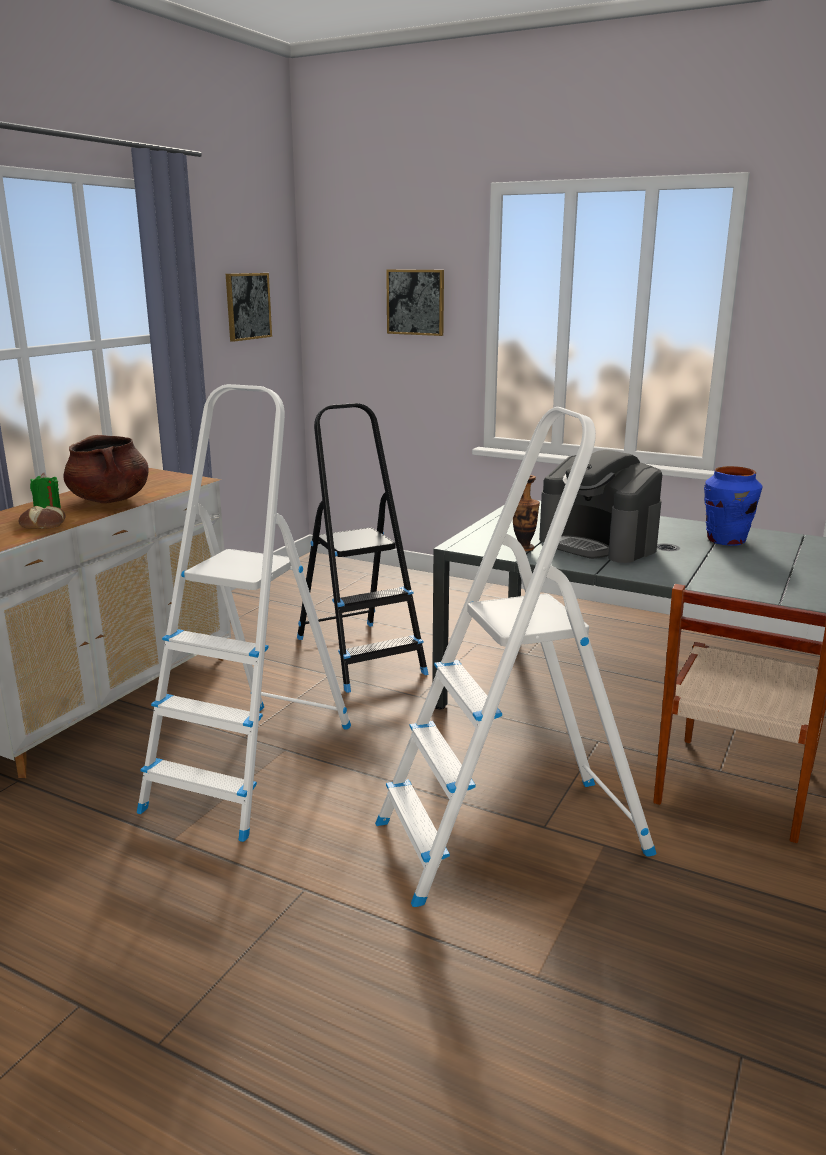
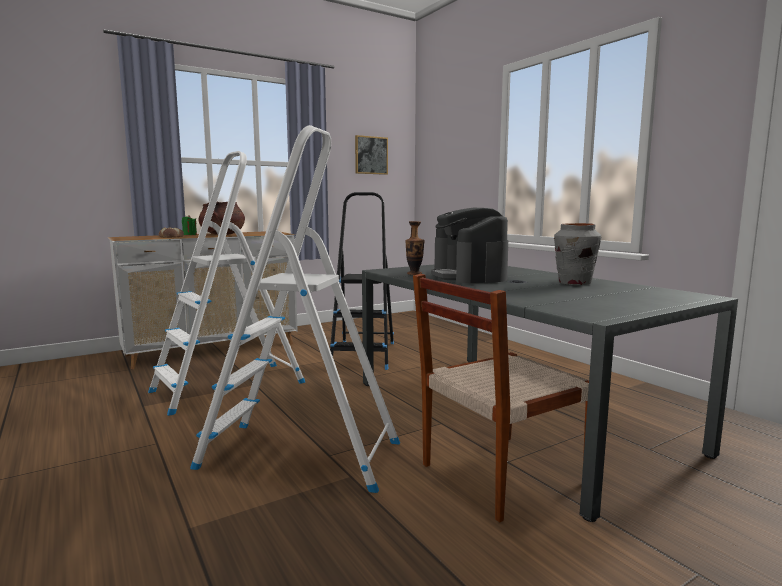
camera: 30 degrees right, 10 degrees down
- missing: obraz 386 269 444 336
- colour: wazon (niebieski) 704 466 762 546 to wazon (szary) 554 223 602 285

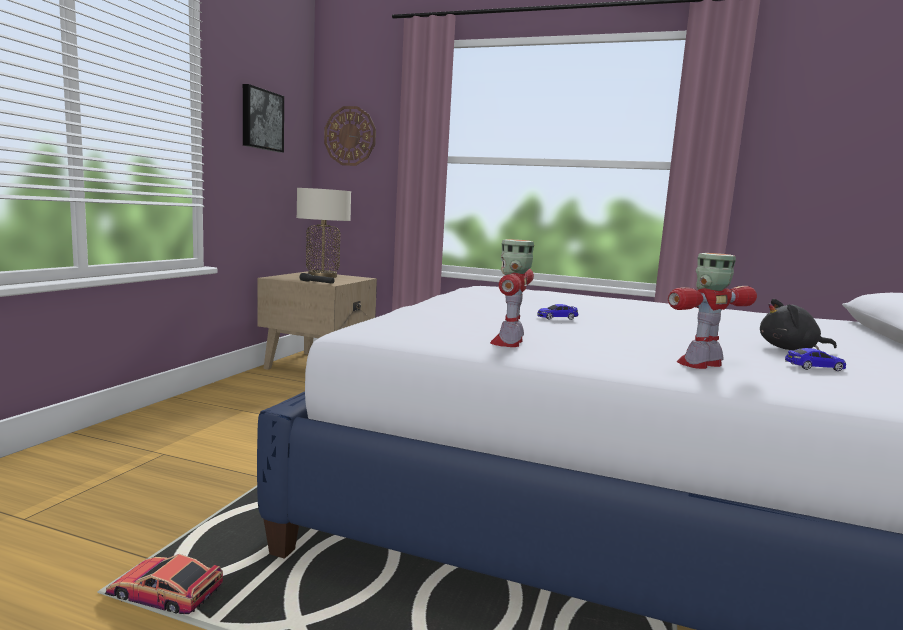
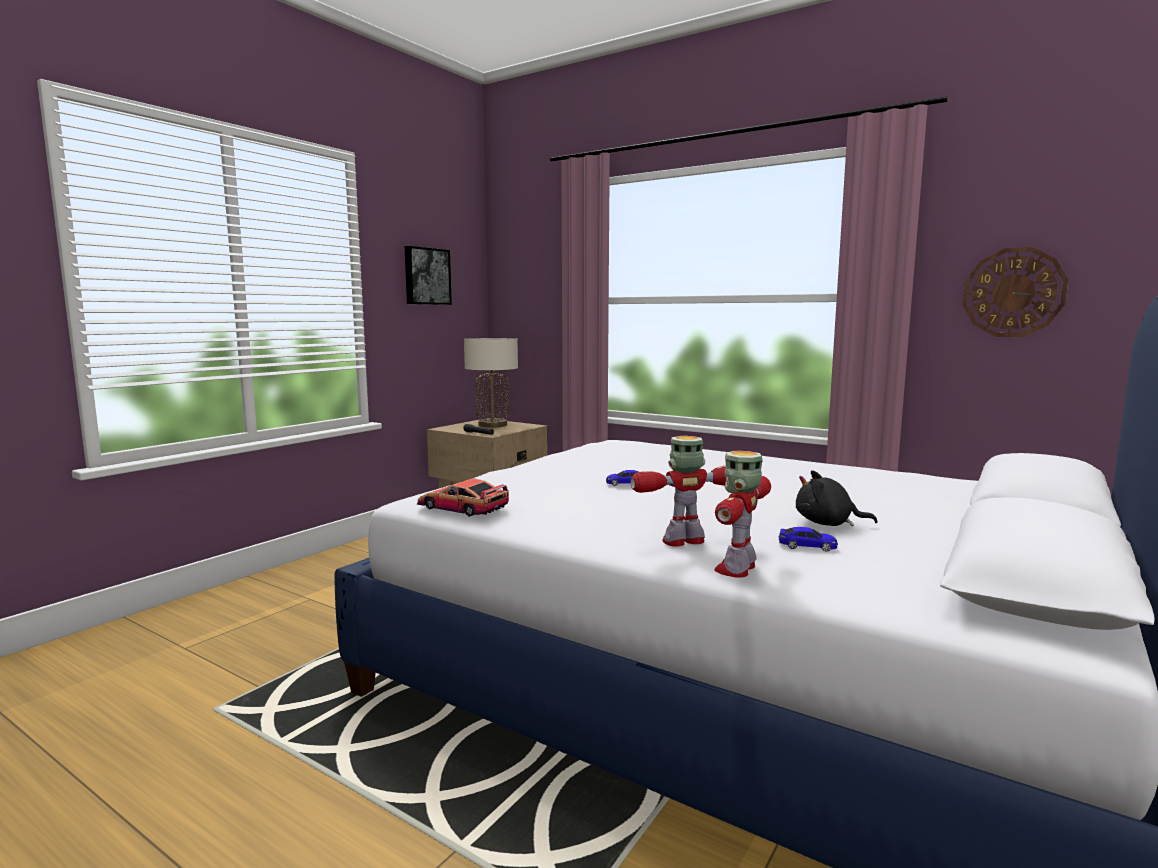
camera: 15 degrees right, 0 degrees up
- relocated: samochodzik 105 554 223 614 to 417 478 509 517
- relocated: zegar ścienny 324 106 376 166 to 963 247 1068 337
- relocated: robot zabawkowy 490 239 534 347 to 714 451 771 578

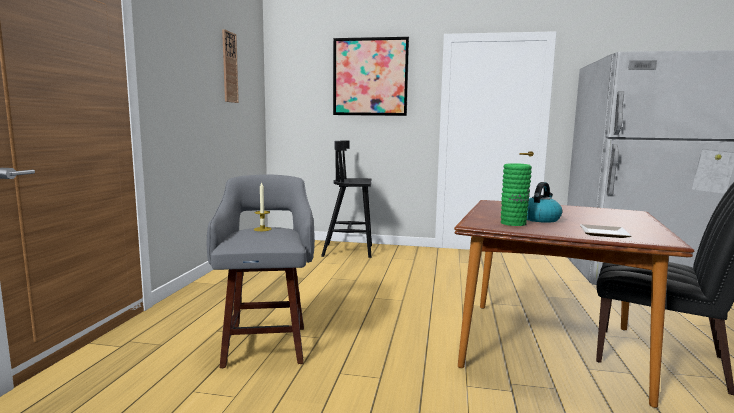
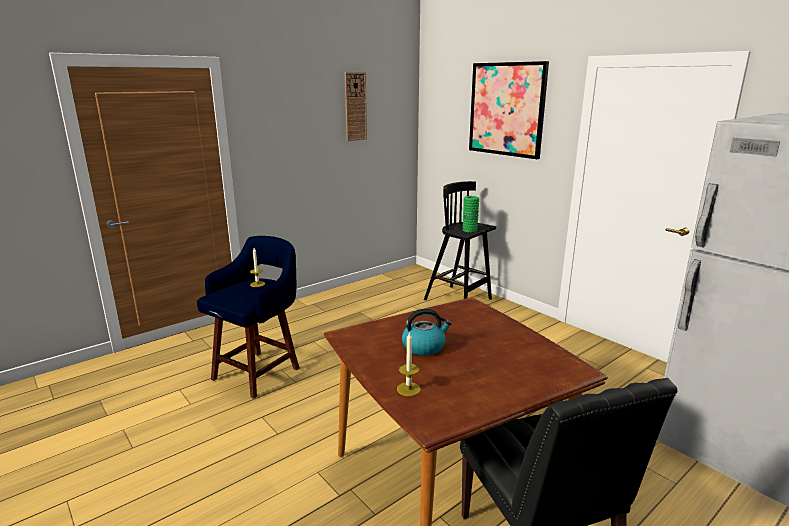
camera: 40 degrees right, 10 degrees up
- relocated: wazon (zielony) 501 163 532 226 to 463 196 479 232
- exchanged: talerz 580 224 632 238 to świeca 397 332 421 396
- colour: stołek (szary) 207 174 315 368 to stołek (niebieski) 197 236 300 399

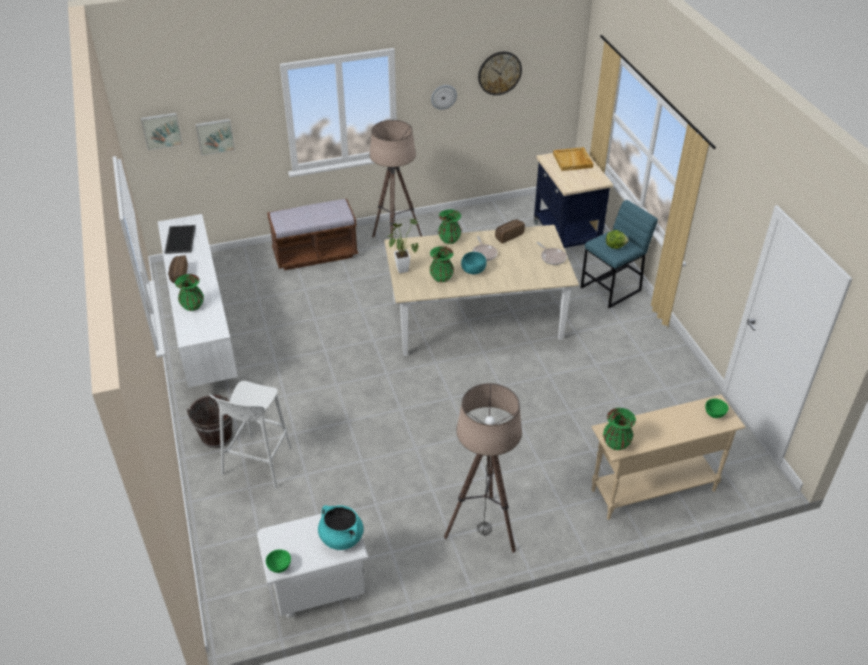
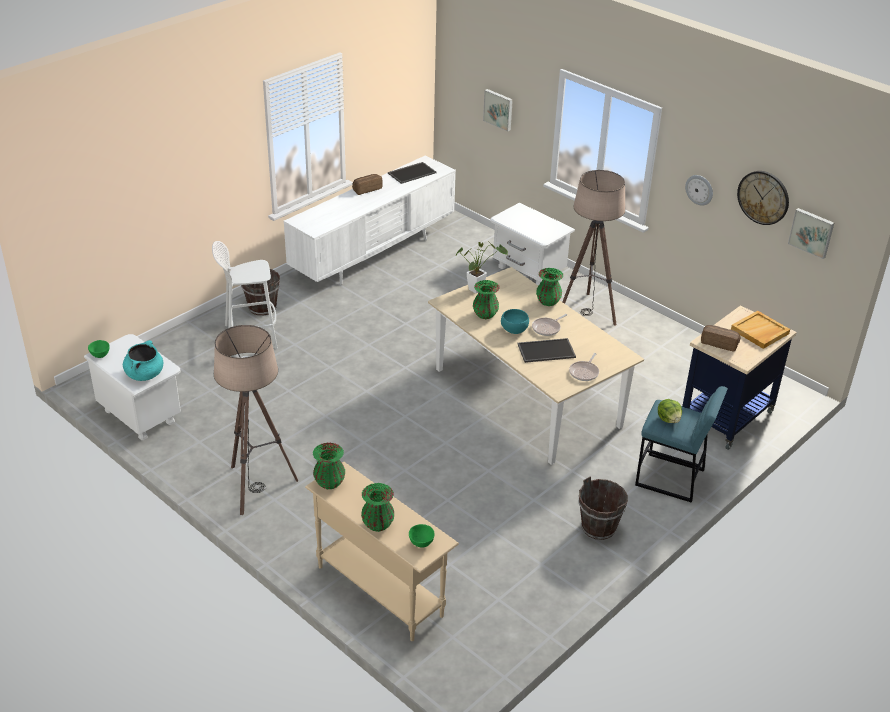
camera: 60 degrees right, 5 degrees down
- appeared: taca 517 338 576 363
- appeared: wiadro (brązowy) 579 476 628 540
- relocated: obraz 141 113 183 150 to 788 208 834 259
- relocated: wazon (zielony) 175 274 204 311 to 361 483 394 532
- relocated: chleb 495 219 525 243 to 701 325 741 352
- exchanged: ławka (brązowy) 267 199 358 270 to szafka nocna (biały) 491 203 575 286

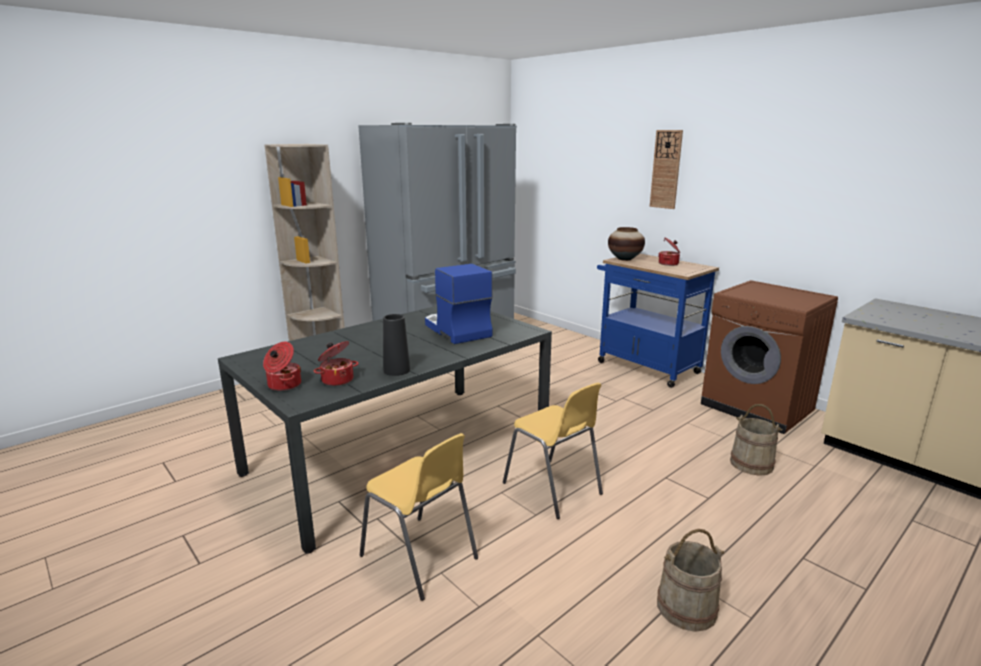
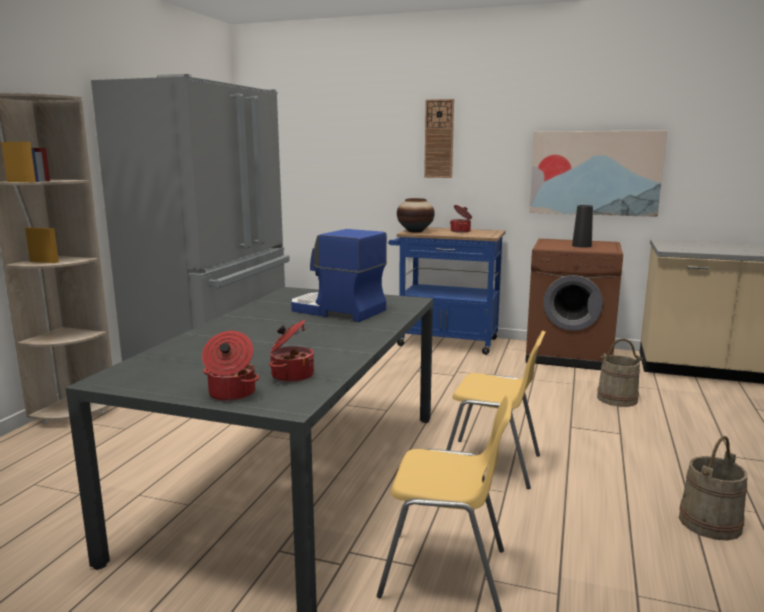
camera: 30 degrees left, 5 degrees down
- appeared: obraz 529 130 667 217
- relocated: wazon (czarny) 383 314 410 376 to 572 205 593 248

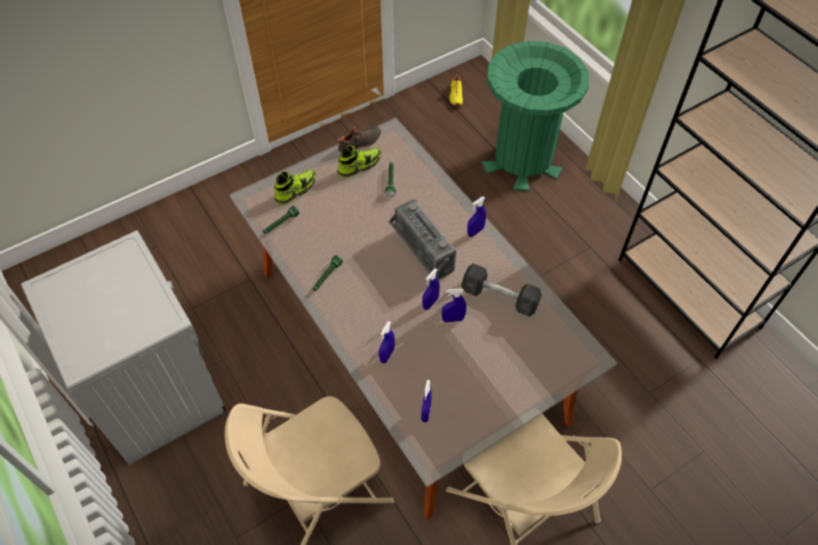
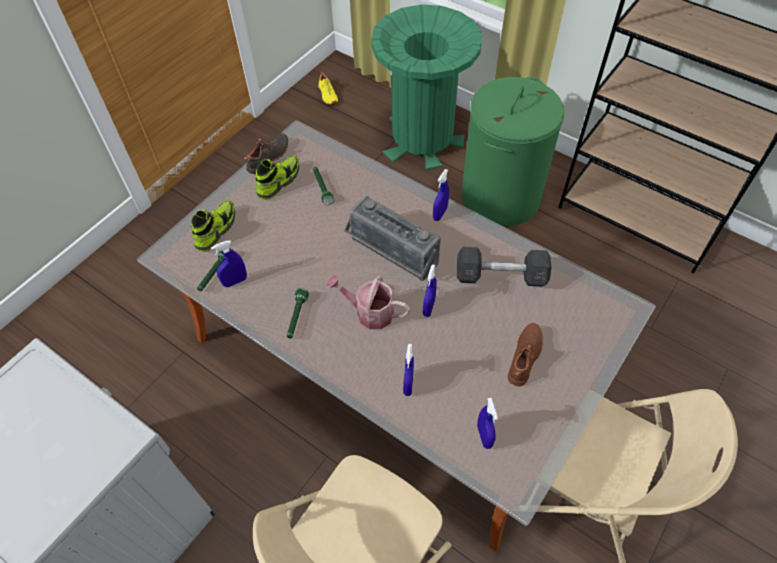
camera: 20 degrees left, 0 degrees up
- appeared: konewka 326 274 410 329
- appeared: kosz na pranie (zielony) 462 77 564 227
- appeared: but (brązowy) 507 323 543 386
- relocated: spryskiwacz (niebieski) 442 288 466 323 to 211 240 247 287

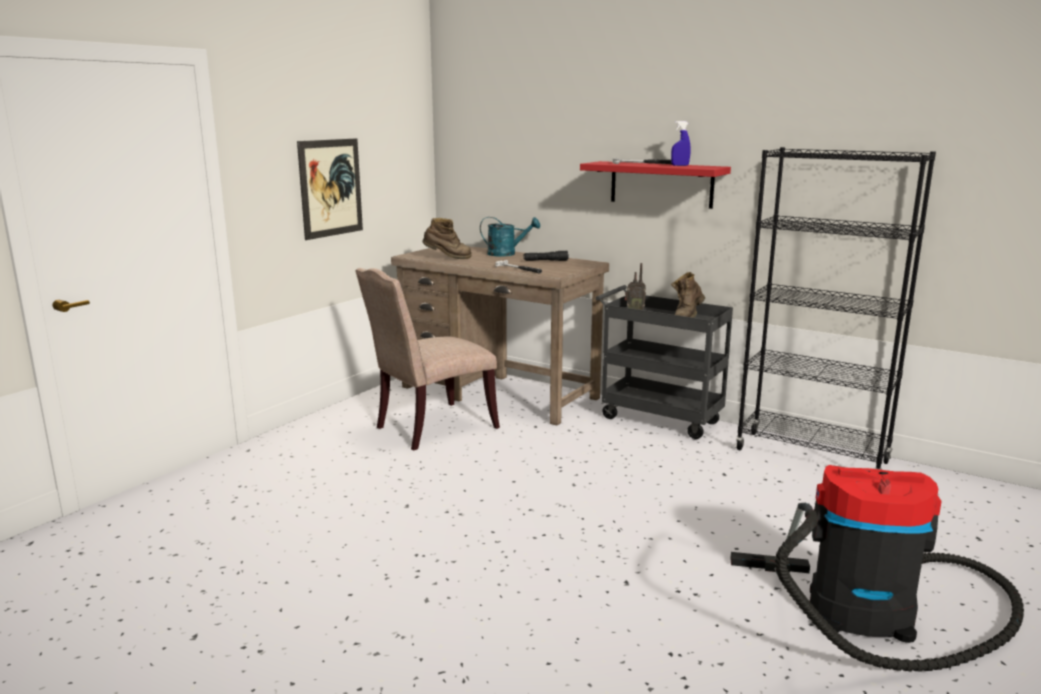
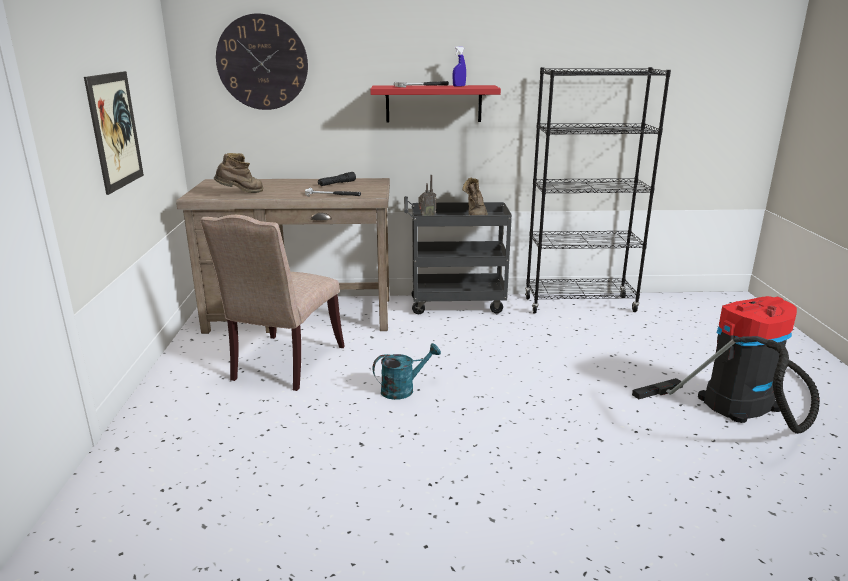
camera: 35 degrees left, 5 degrees up
- appeared: zegar ścienny 216 14 308 110
- relocated: konewka (turkusowy) 480 217 540 257 to 372 343 441 400

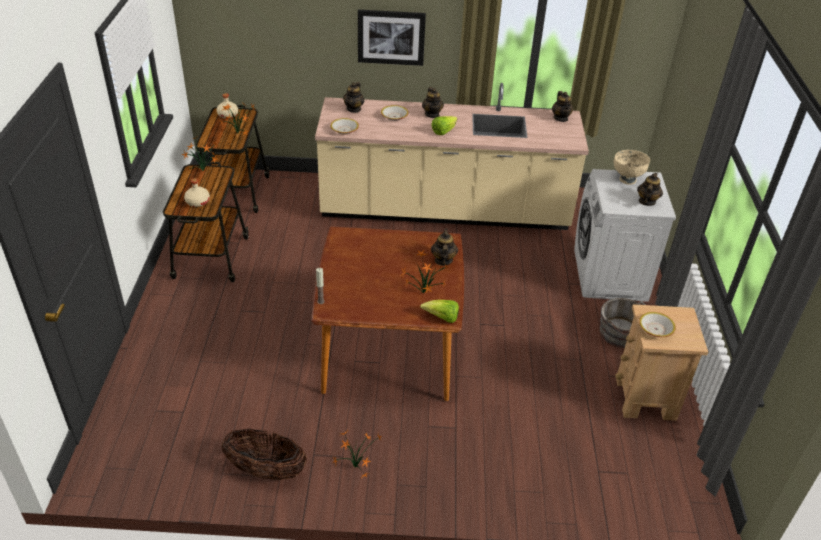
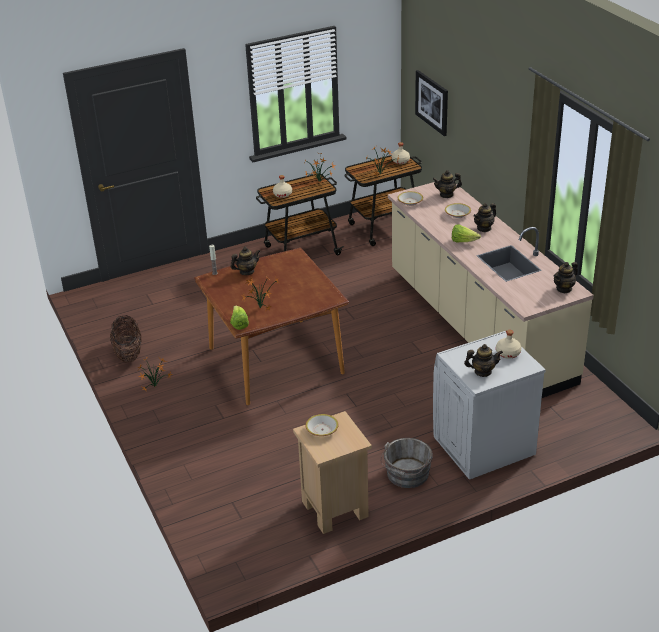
camera: 65 degrees right, 5 degrees down
- relocated: obraz 358 10 426 66 to 415 70 448 136
- relocated: imbryk 431 228 458 266 to 231 247 260 275
- exchanged: miska (beżowy) 614 150 650 185 to butelka (beżowy) 496 330 521 359

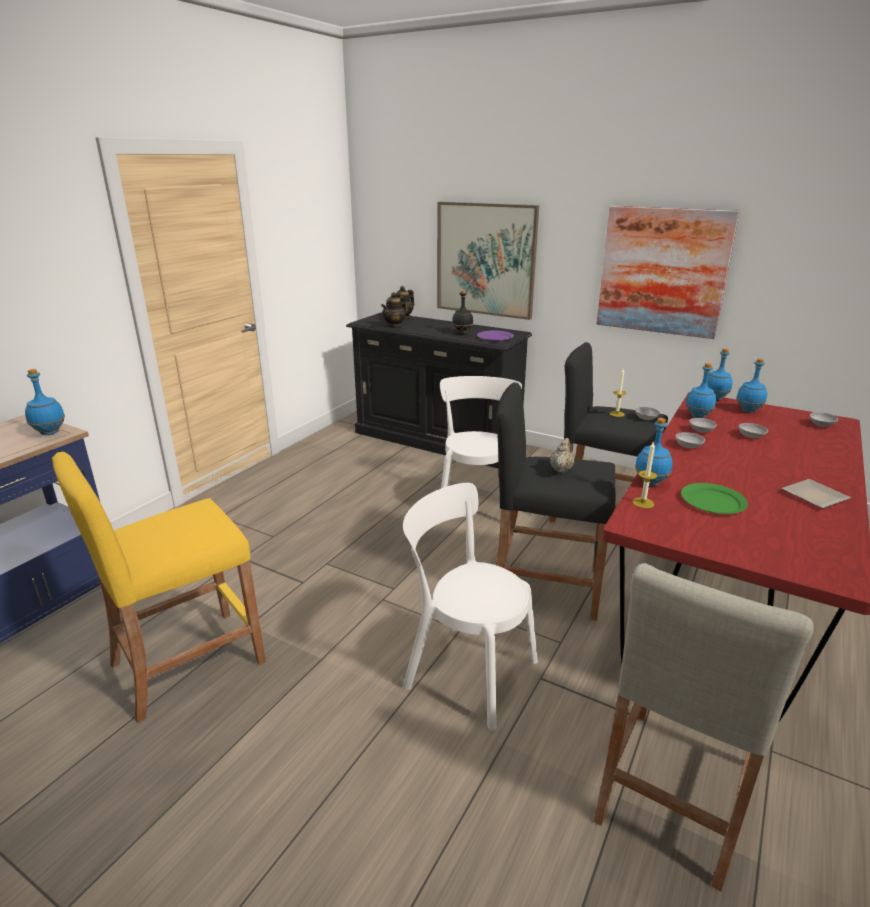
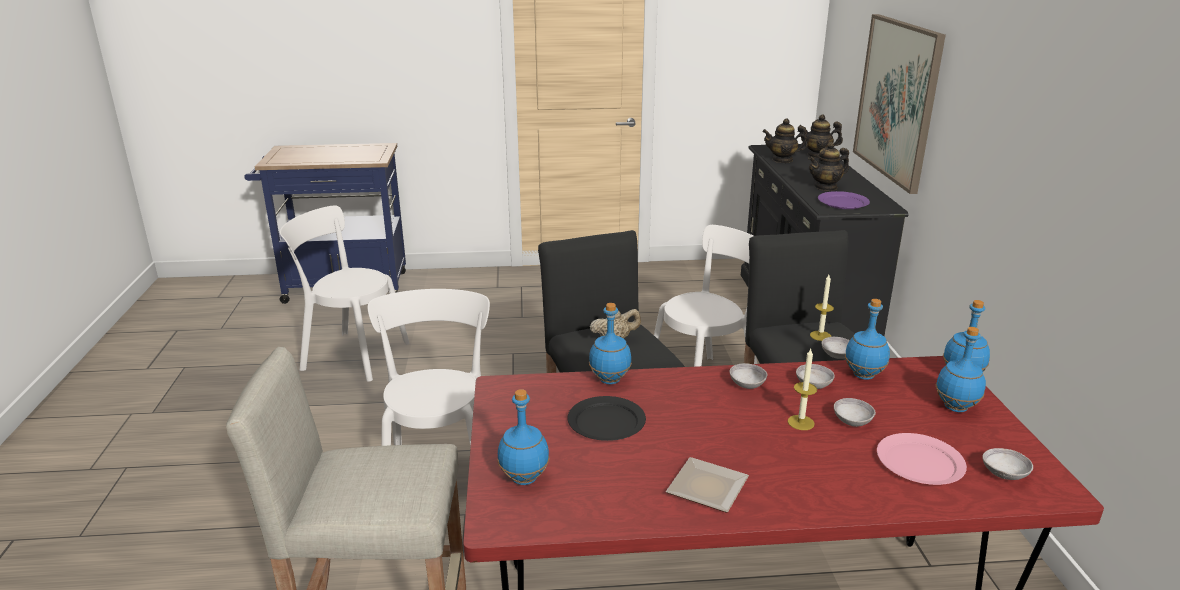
camera: 55 degrees right, 0 degrees up
- missing: obraz 597 206 740 339
- appeared: talerz (różowy) 877 433 967 485
- relocated: butelka (niebieski) 25 369 65 435 to 497 389 550 485
- relocated: świeca 632 442 657 508 to 788 349 817 430
- exchanged: stołek (żółty) 52 452 266 723 to krzesło (biały) 280 205 410 382
- exchanged: butelka (czarny) 452 290 473 334 to imbryk 808 142 849 191
- colour: talerz (zielony) 681 483 748 514 to talerz (czarny) 567 396 646 441

